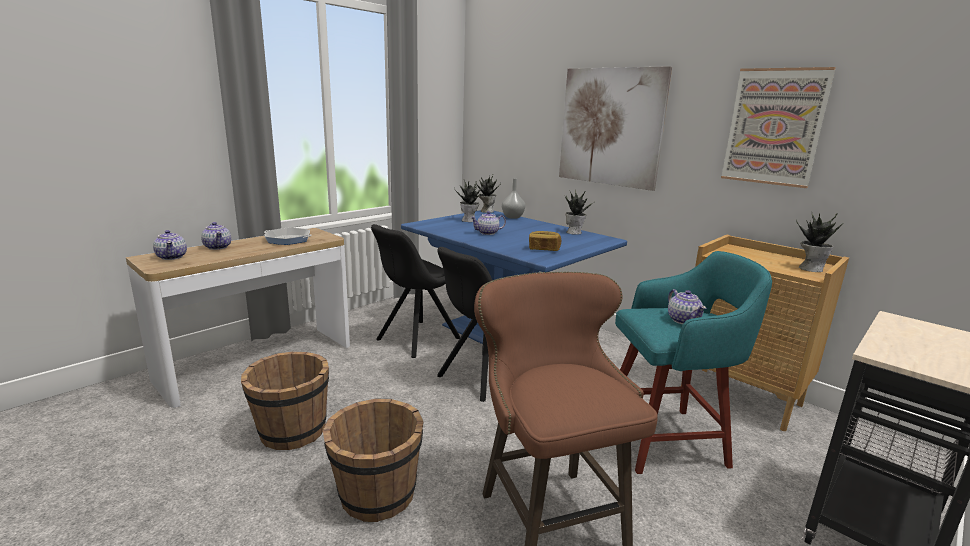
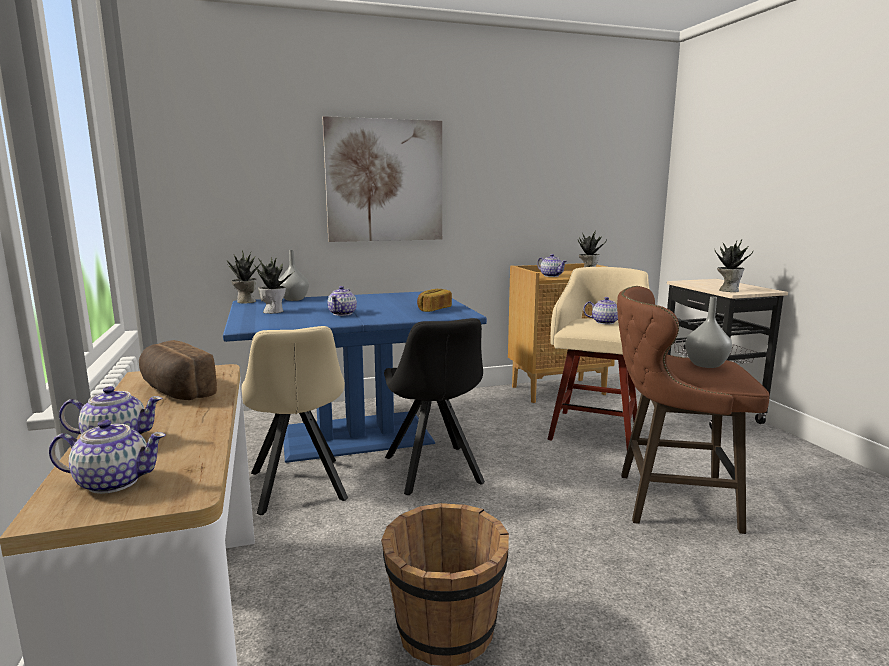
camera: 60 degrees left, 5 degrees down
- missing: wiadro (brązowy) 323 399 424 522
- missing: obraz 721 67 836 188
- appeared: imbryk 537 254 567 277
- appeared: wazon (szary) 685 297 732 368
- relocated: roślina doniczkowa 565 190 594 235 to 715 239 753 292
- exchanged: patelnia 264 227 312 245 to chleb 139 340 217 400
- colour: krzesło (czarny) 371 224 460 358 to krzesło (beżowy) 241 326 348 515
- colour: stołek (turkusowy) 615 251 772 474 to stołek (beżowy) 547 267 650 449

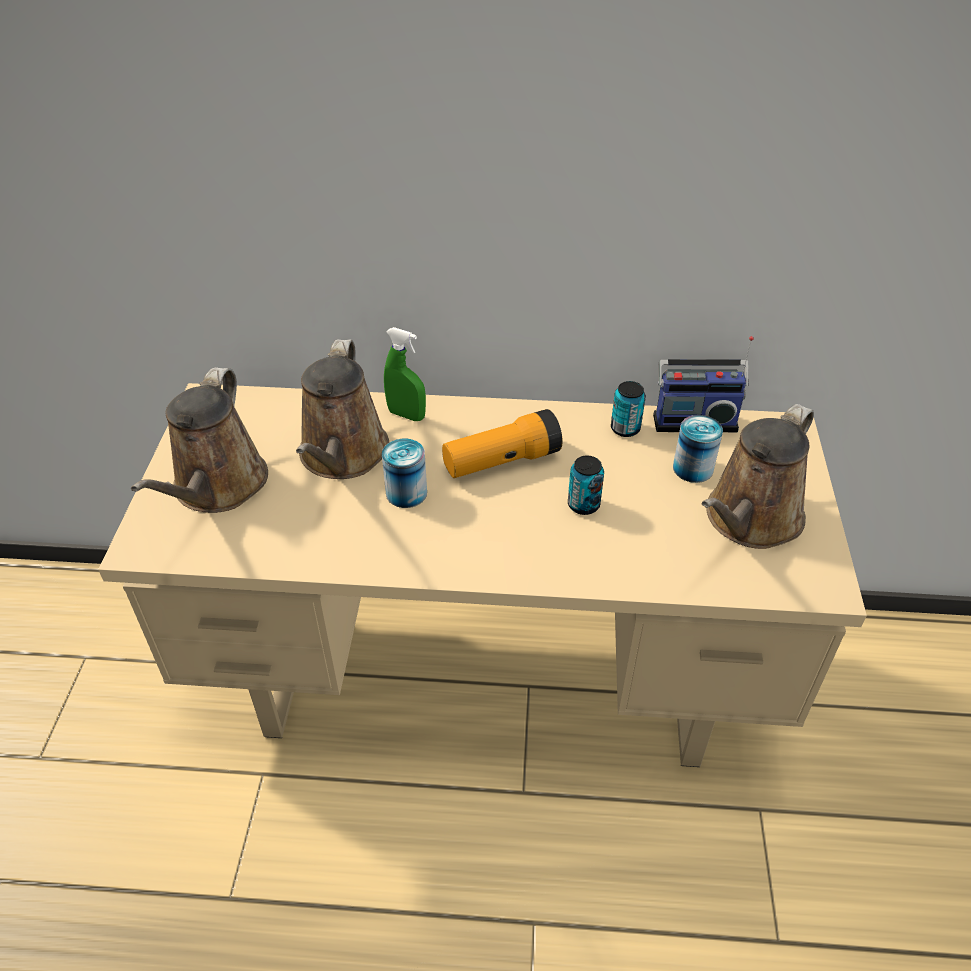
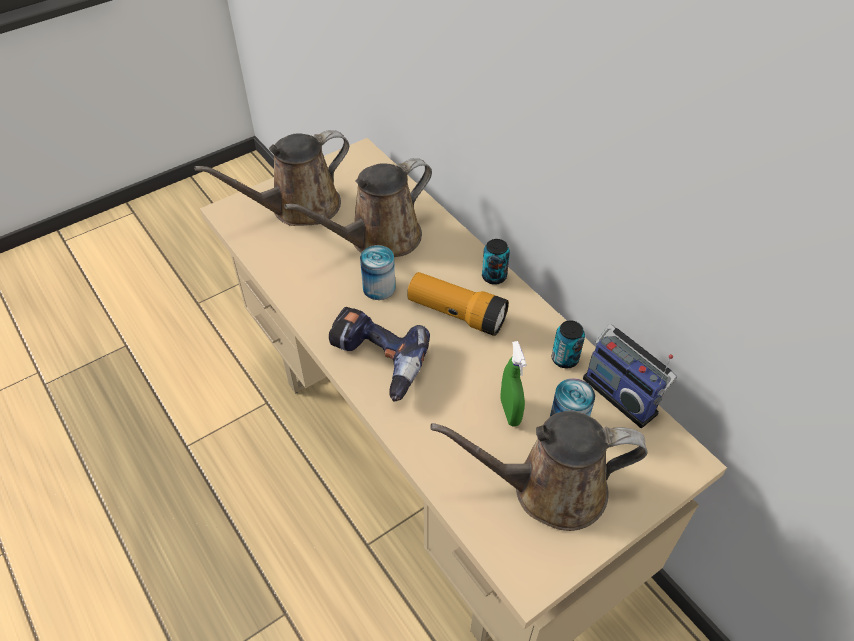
camera: 50 degrees right, 5 degrees up
- appeared: wiertarka 329 307 430 401
- relocated: spryskiwacz (zielony) 384 327 426 421 to 500 341 527 427
- relocated: puszka 568 456 604 515 to 482 239 510 285

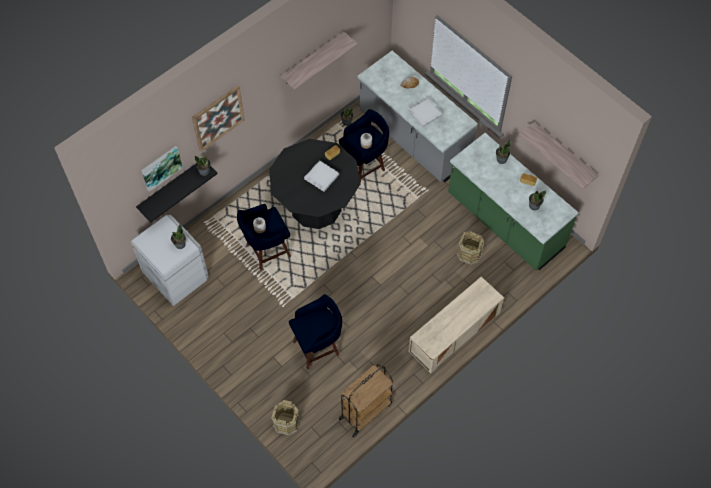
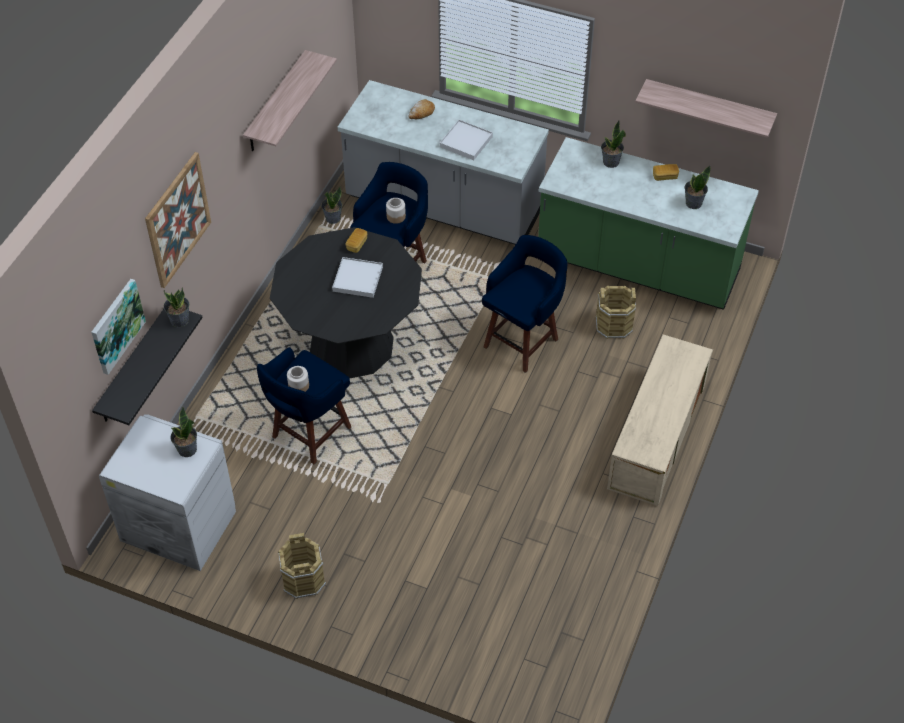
camera: 25 degrees left, 10 degrees down
- missing: wózek (brązowy) 338 364 393 438
- relocated: wiadro (brązowy) 271 400 300 435 to 278 533 326 599
- relocated: stołek (niebieski) 289 294 342 370 to 482 235 567 373

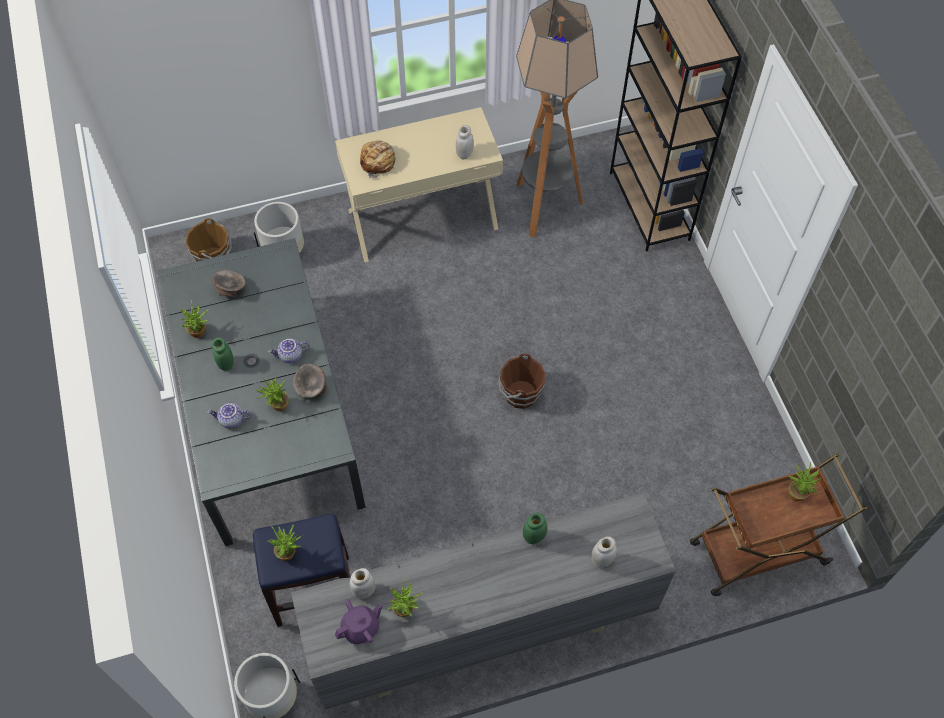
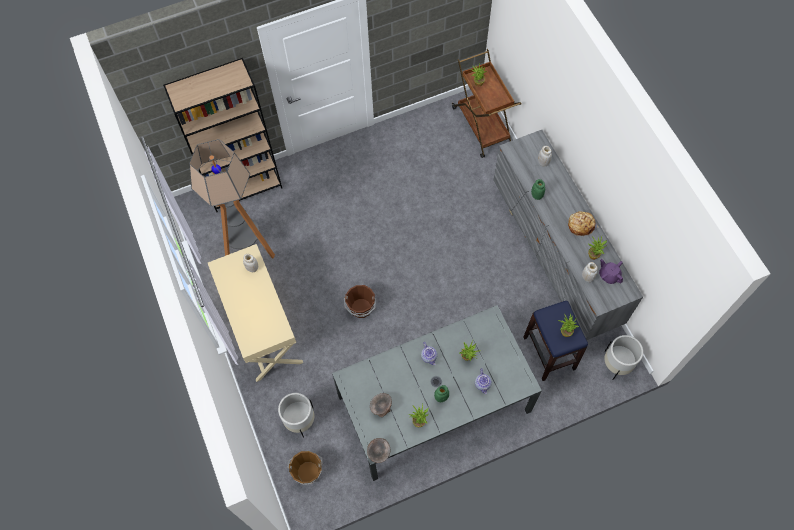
camera: 95 degrees left, 5 degrees up
- relocated: miska (szary) 293 364 327 398 to 367 438 390 463
- relocated: chleb 360 140 396 178 to 568 211 599 236
- relocated: wiadro (brązowy) 498 354 545 409 to 344 285 376 318

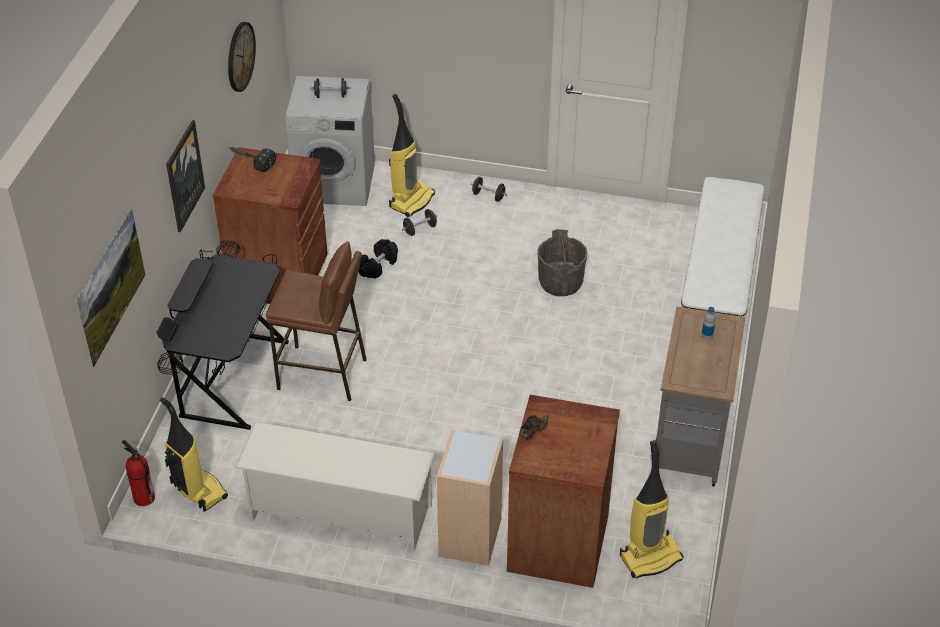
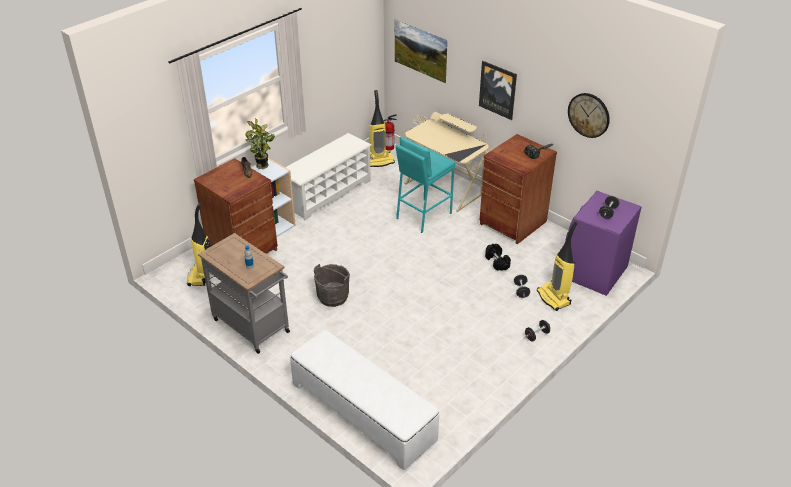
camera: 120 degrees right, 5 degrees down
- appeared: roślina doniczkowa 245 118 275 169
- relocated: wiadro (szary) 537 229 588 296 to 314 264 350 307
- colour: biurko (czarny) 156 240 289 430 to biurko (beżowy) 402 112 491 212
- colour: stołek (brązowy) 266 241 367 401 to stołek (turkusowy) 395 136 455 233
- colour: pralka (biały) 285 76 375 206 to pralka (fioletowy) 565 191 642 296

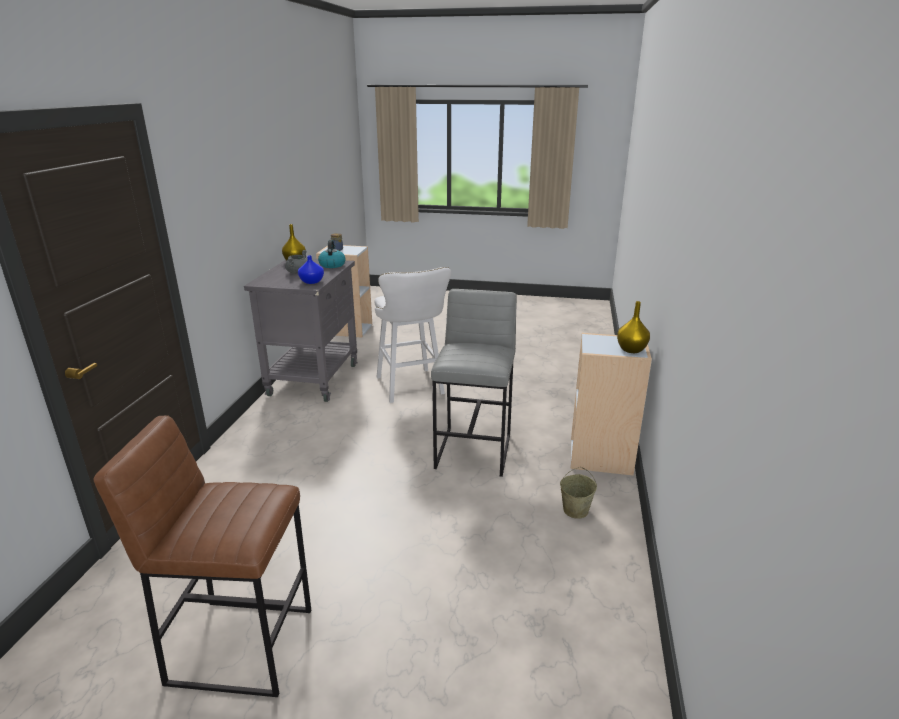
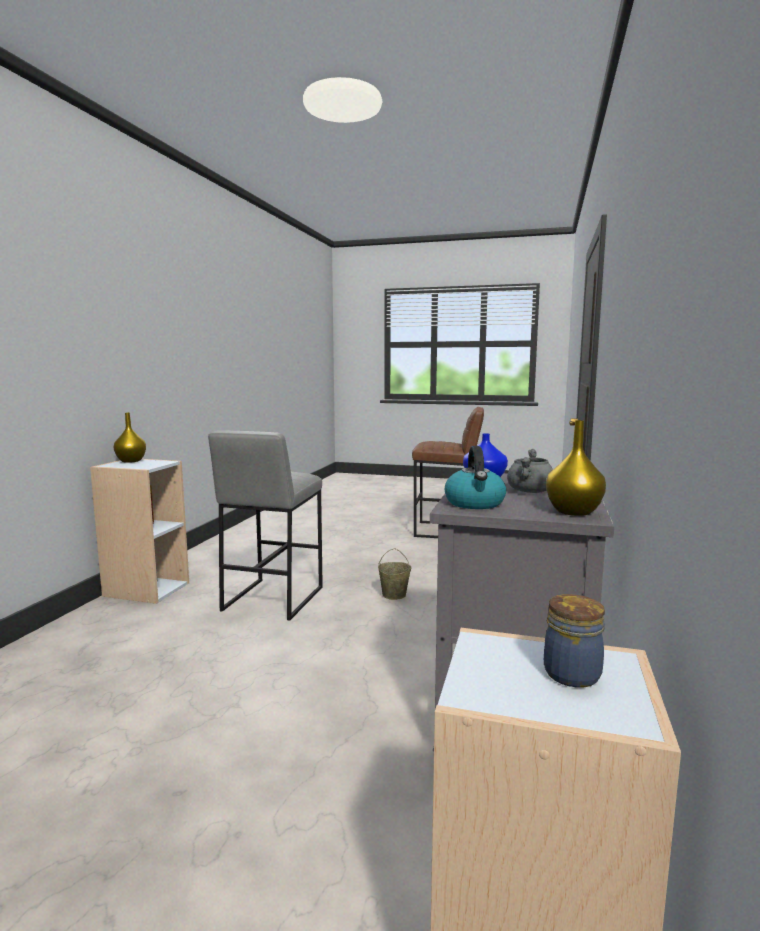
camera: 175 degrees left, 15 degrees down
- missing: stołek (biały) 374 267 451 403
- relocated: wiadro (beżowy) 560 467 597 519 to 378 548 411 600

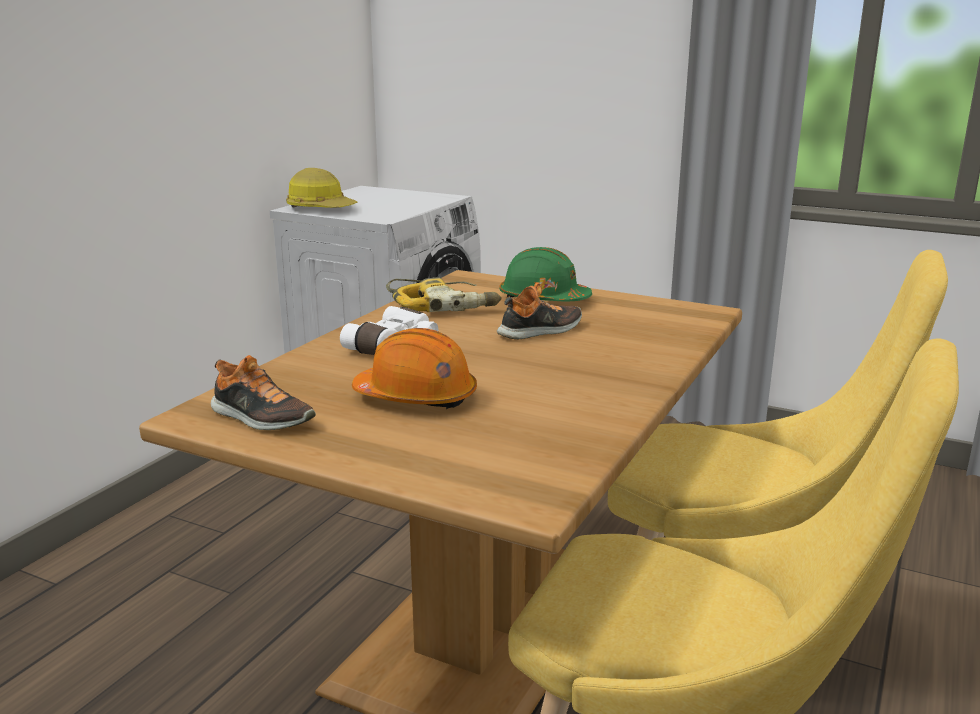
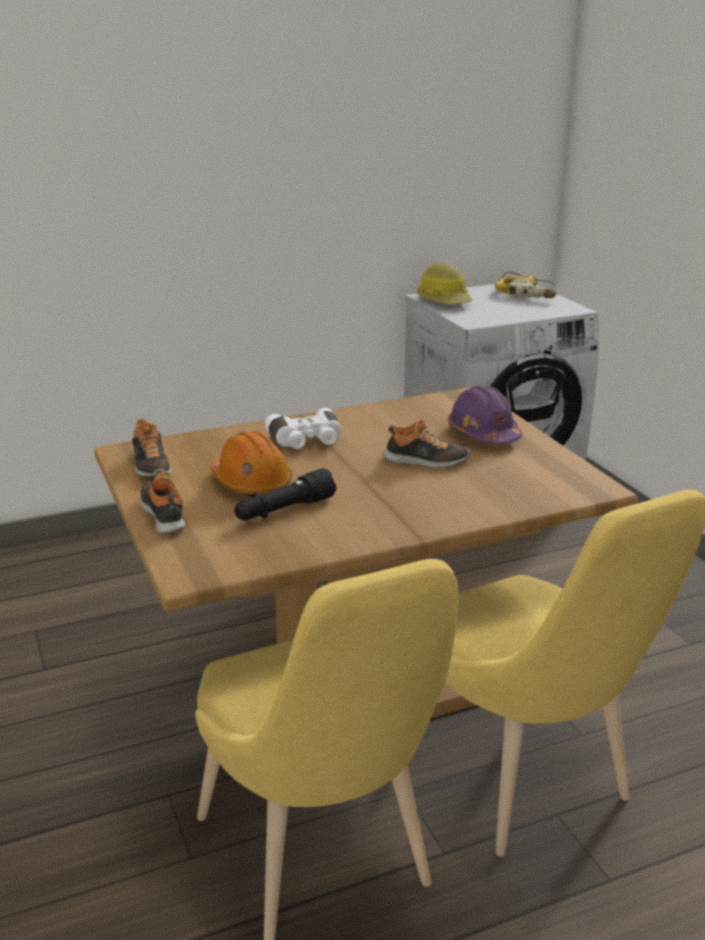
camera: 40 degrees right, 5 degrees up
- appeared: but 139 471 185 534
- appeared: latarka (czarny) 234 468 336 521
- relocated: wiertarka 386 277 502 312 to 495 272 557 298
- colour: kask (zielony) 499 247 592 301 to kask (fioletowy) 448 386 522 444

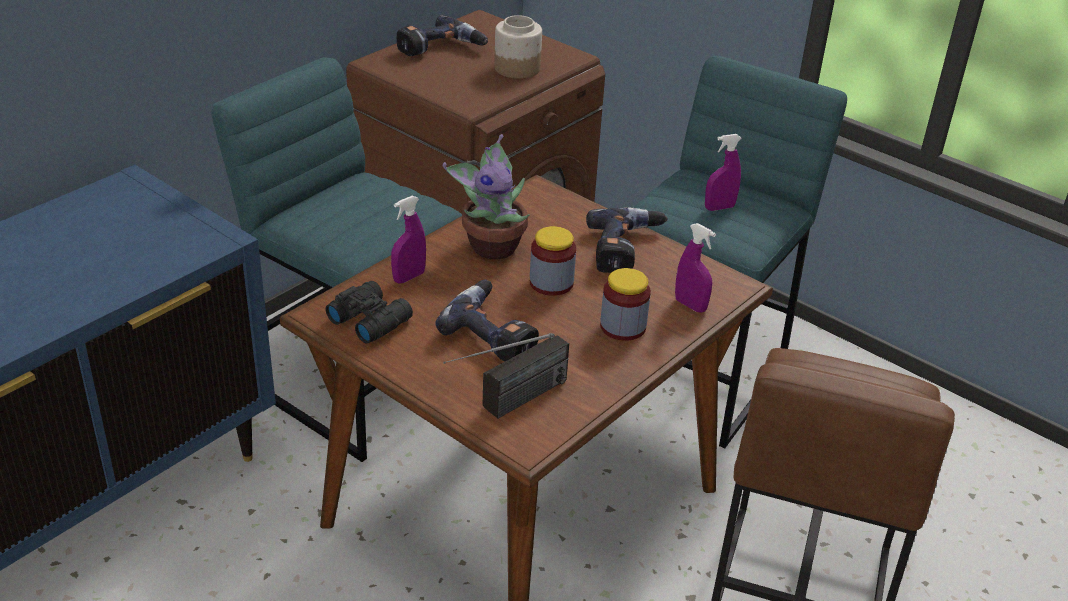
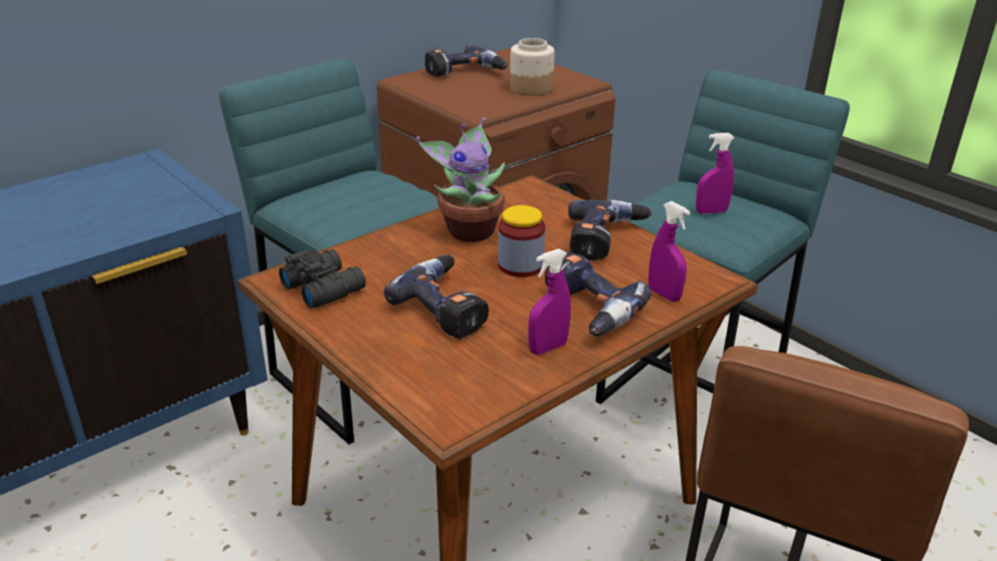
camera: 10 degrees right, 5 degrees down
- missing: radio 443 333 569 418
- relocated: spryskiwacz (fioletowy) 391 196 426 283 to 528 249 571 355
- exchanged: słoik 600 268 651 341 to wiertarka 545 252 651 337

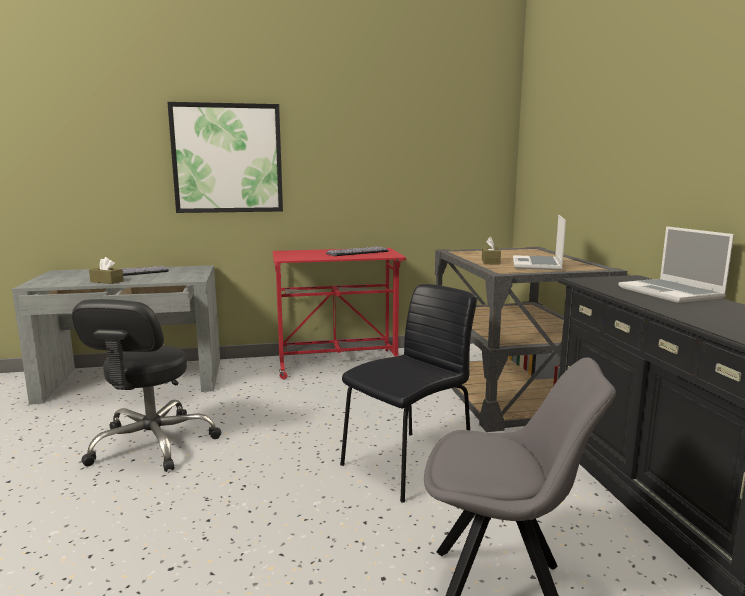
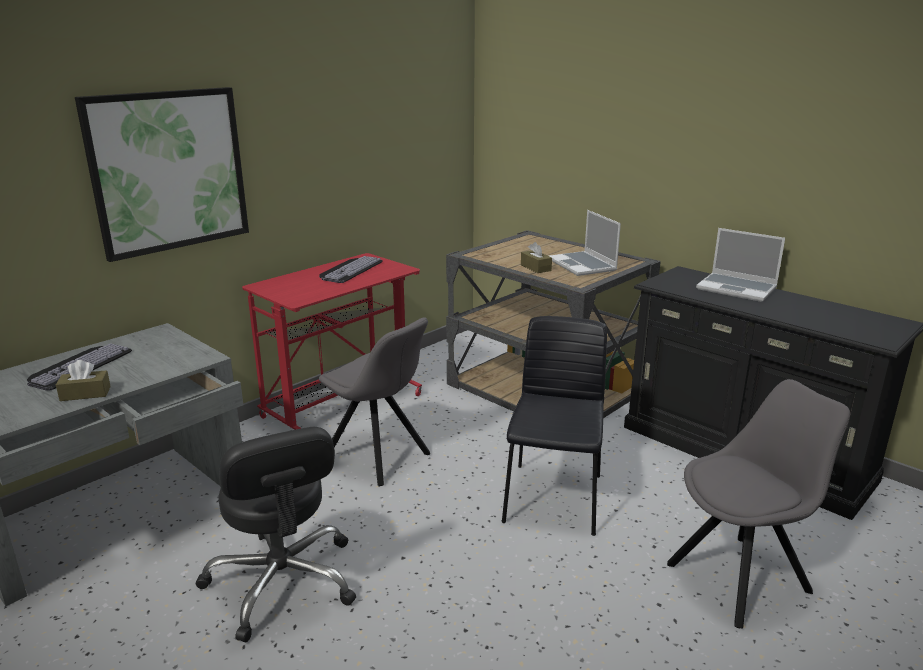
camera: 35 degrees left, 10 degrees up
- appeared: krzesło (szary) 319 317 430 486

